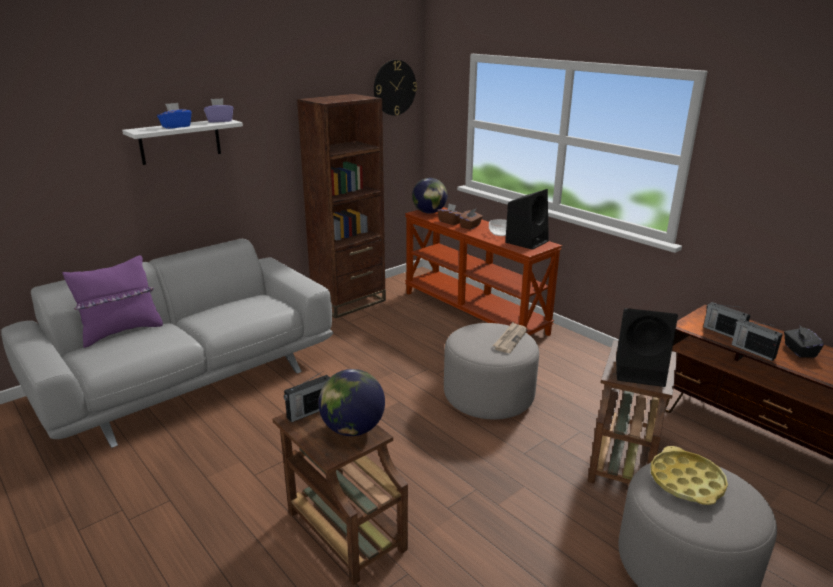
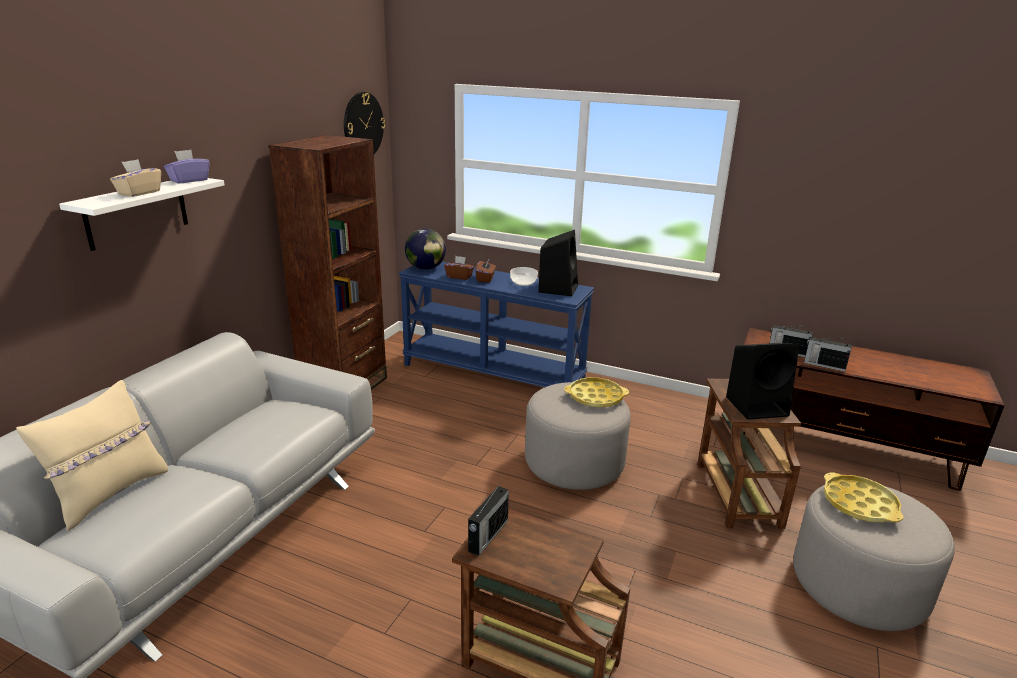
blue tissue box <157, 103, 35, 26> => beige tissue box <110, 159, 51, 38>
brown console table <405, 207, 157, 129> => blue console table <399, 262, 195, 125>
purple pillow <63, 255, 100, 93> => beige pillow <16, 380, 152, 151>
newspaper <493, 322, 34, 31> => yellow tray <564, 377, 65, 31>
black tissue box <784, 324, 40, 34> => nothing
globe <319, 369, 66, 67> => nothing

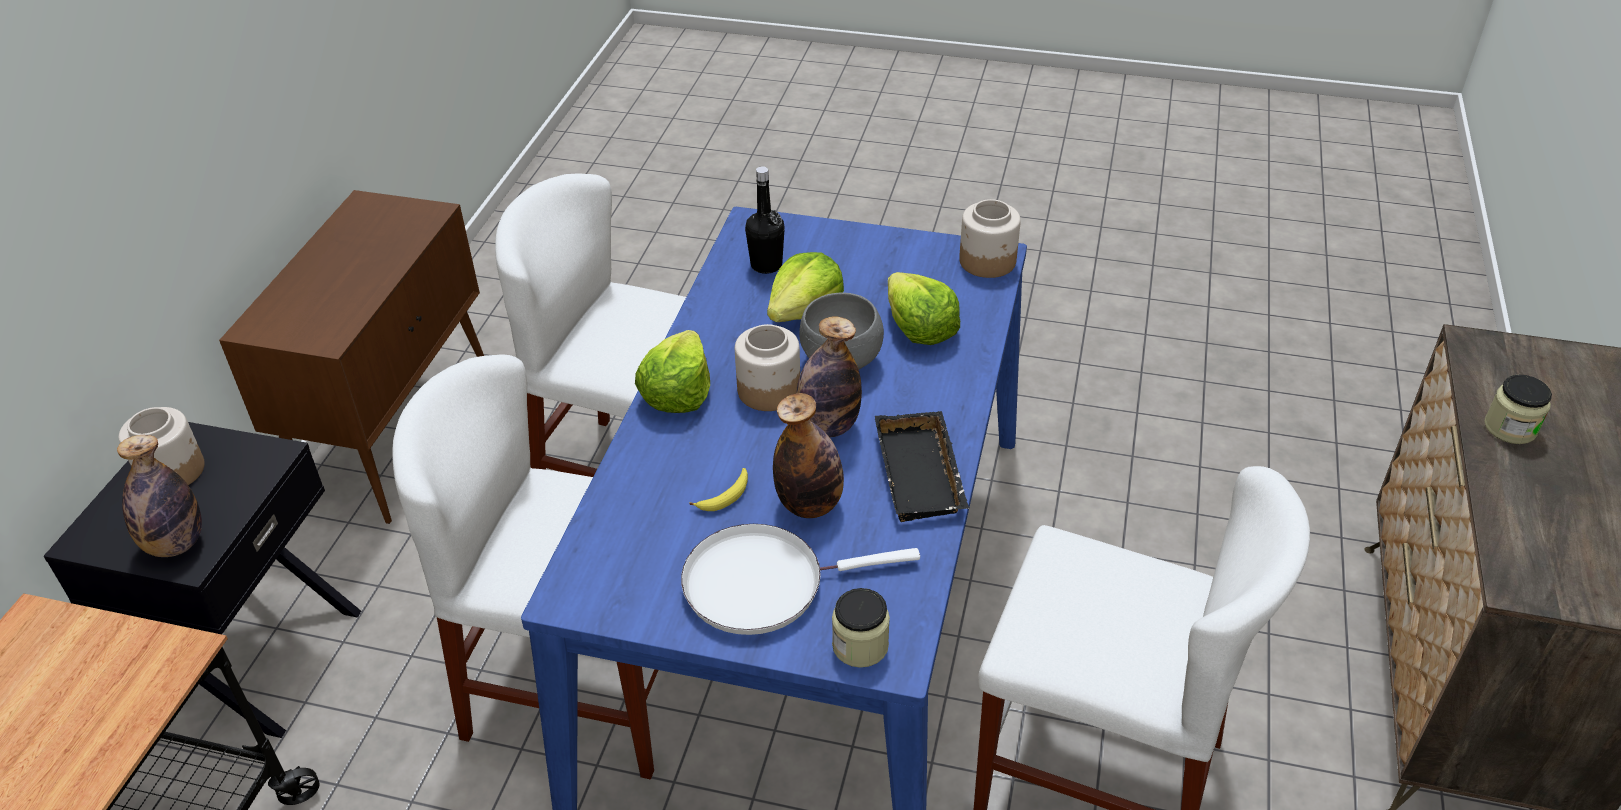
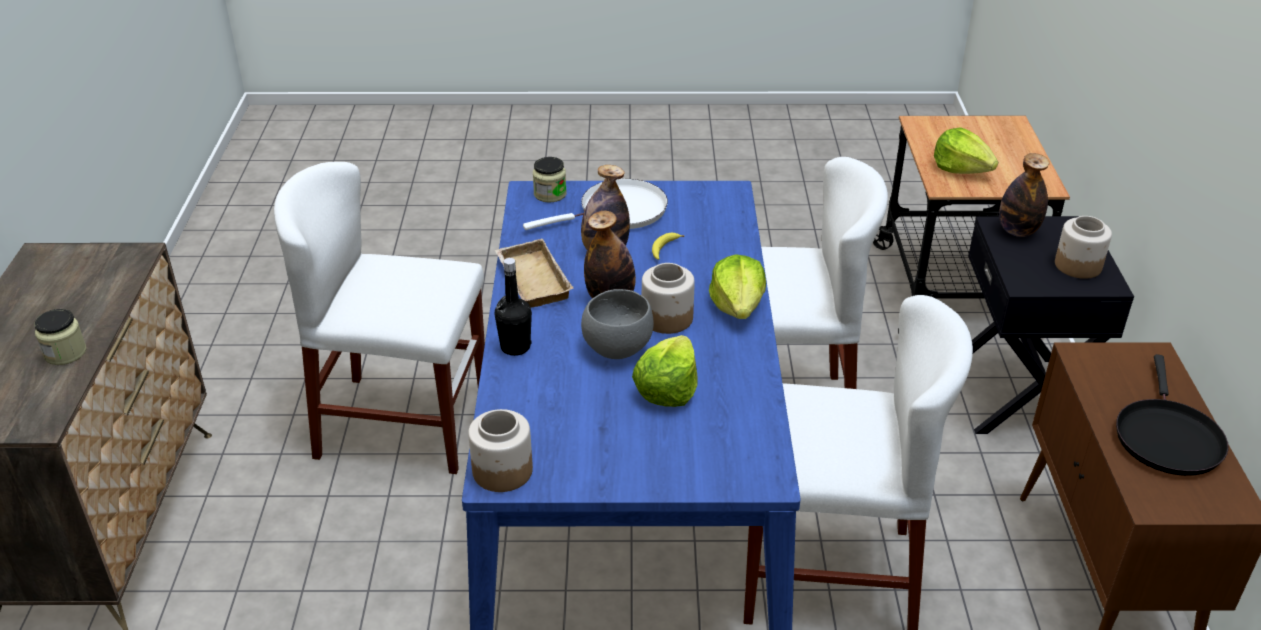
black bottle <745, 166, 40, 108> => black bottle <495, 258, 37, 98>, relocated
lettuce <888, 272, 72, 73> => lettuce <934, 127, 64, 47>, relocated
black tray <875, 411, 94, 111> => beige tray <495, 239, 79, 69>
nothing => black frying pan <1116, 354, 113, 122>

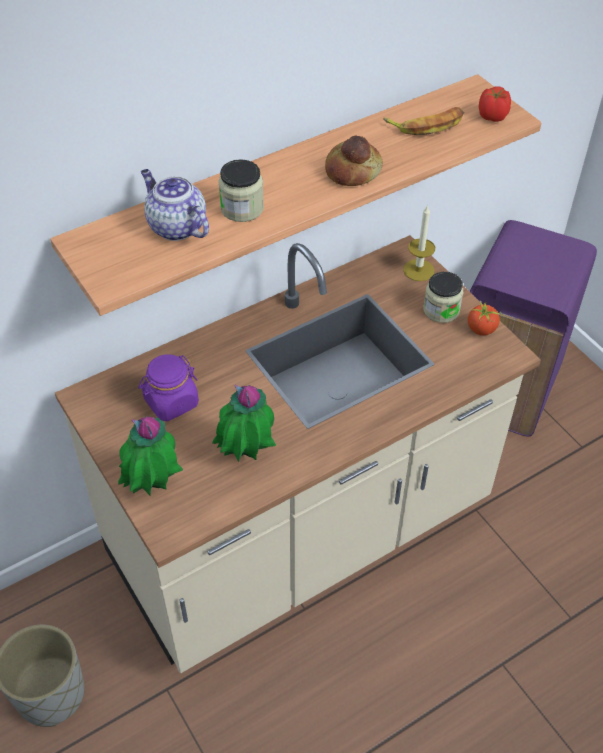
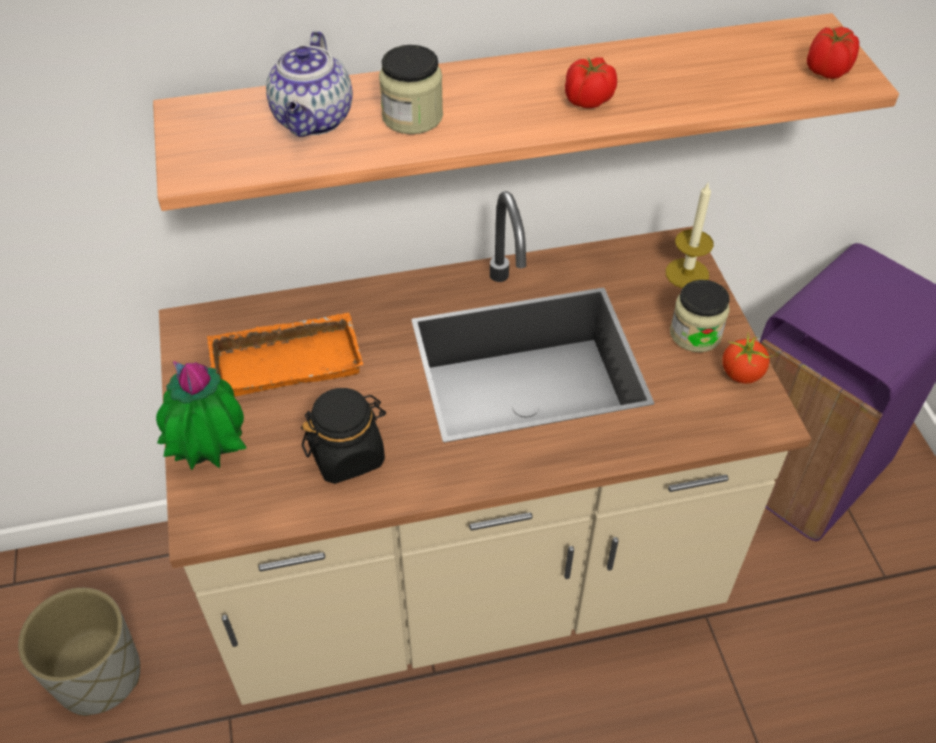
banana <383, 107, 81, 28> => nothing
bread <325, 135, 58, 51> => tomato <565, 57, 52, 51>
teapot <141, 169, 68, 72> => teapot <266, 31, 87, 106>, 150 degrees counterclockwise
purple jar <138, 354, 61, 67> => orange tray <207, 312, 156, 85>
potted plant <212, 385, 64, 77> => black jar <301, 388, 85, 96>

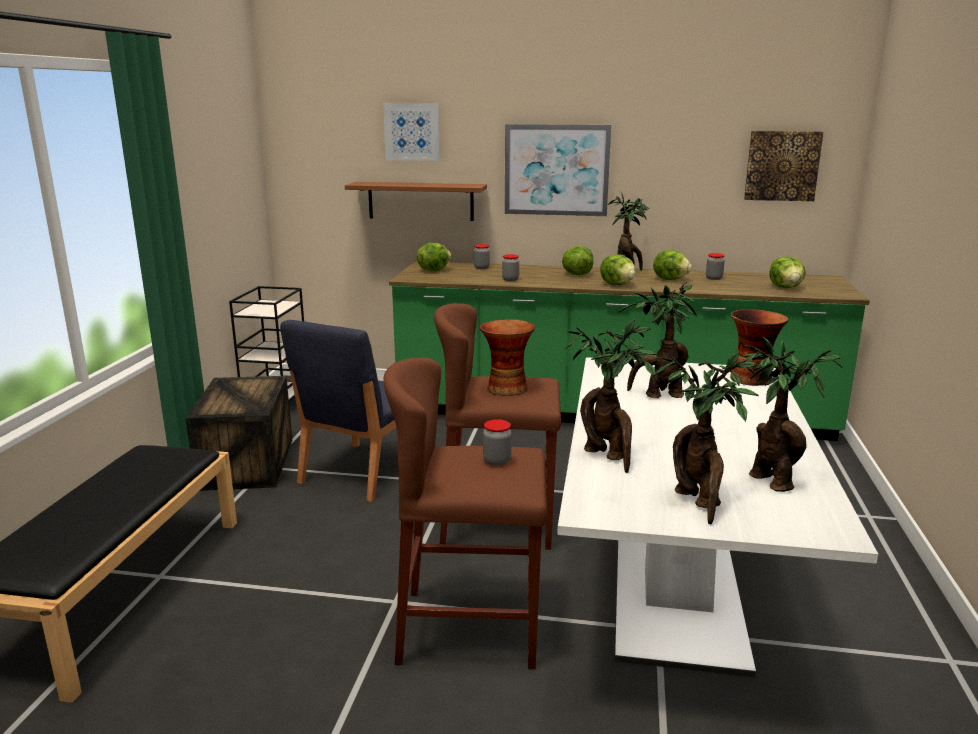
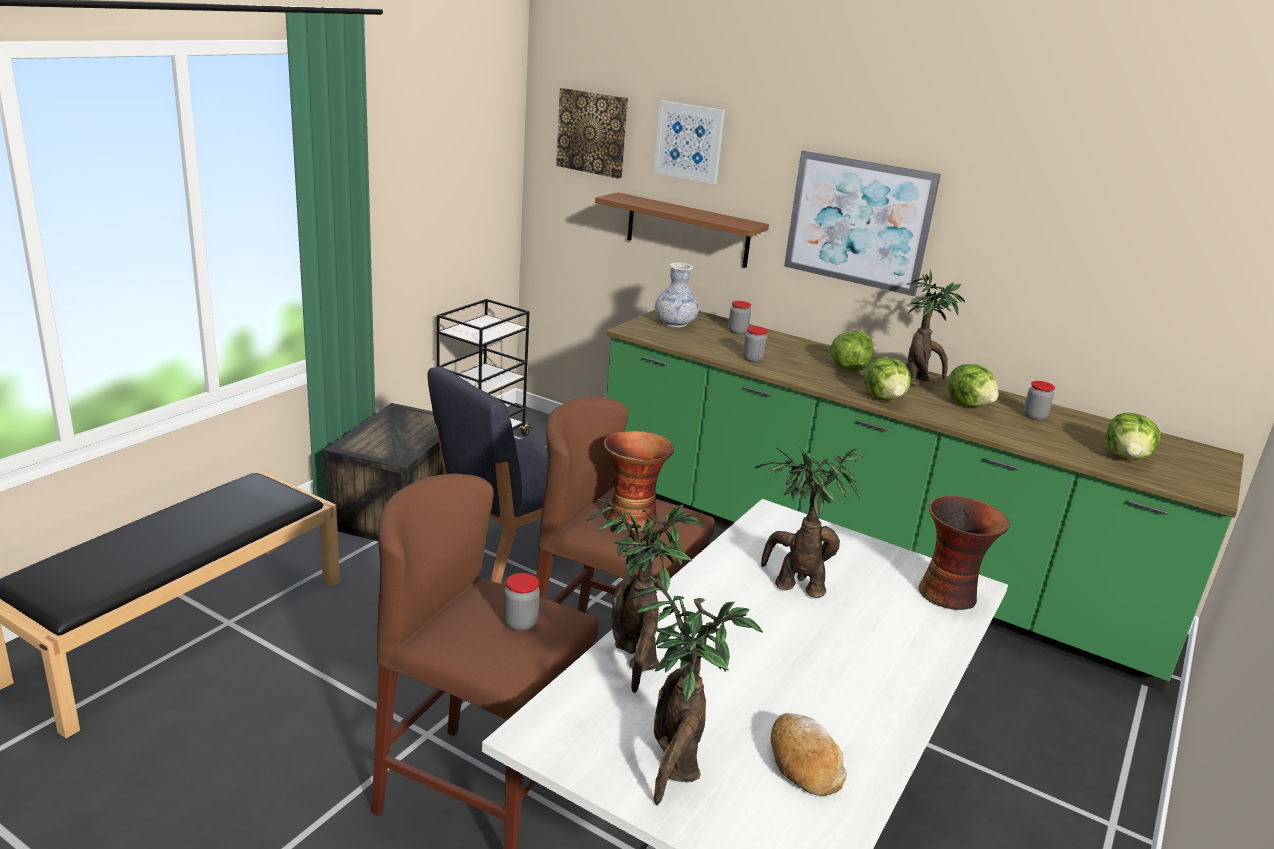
picture <744, 131, 79, 70> => picture <556, 88, 72, 90>, relocated
lettuce <417, 243, 35, 28> => vase <655, 262, 44, 66>
potted plant <742, 337, 101, 155> => bread <771, 713, 76, 83>

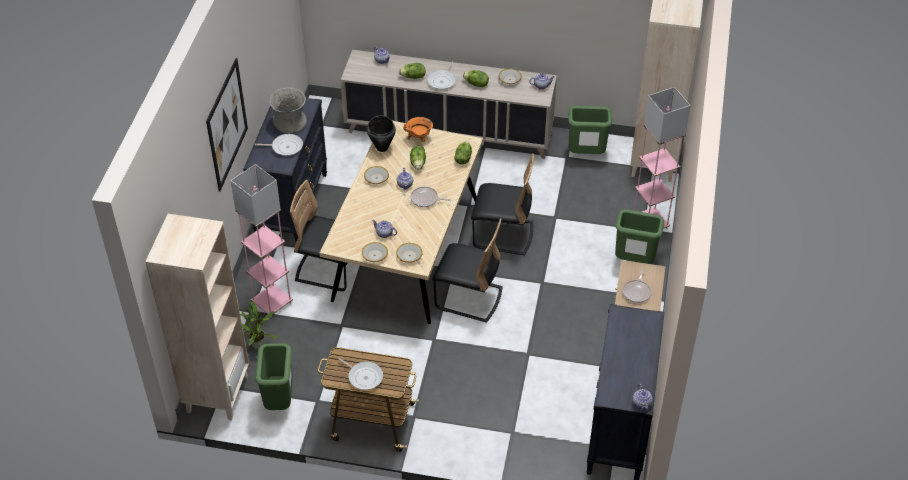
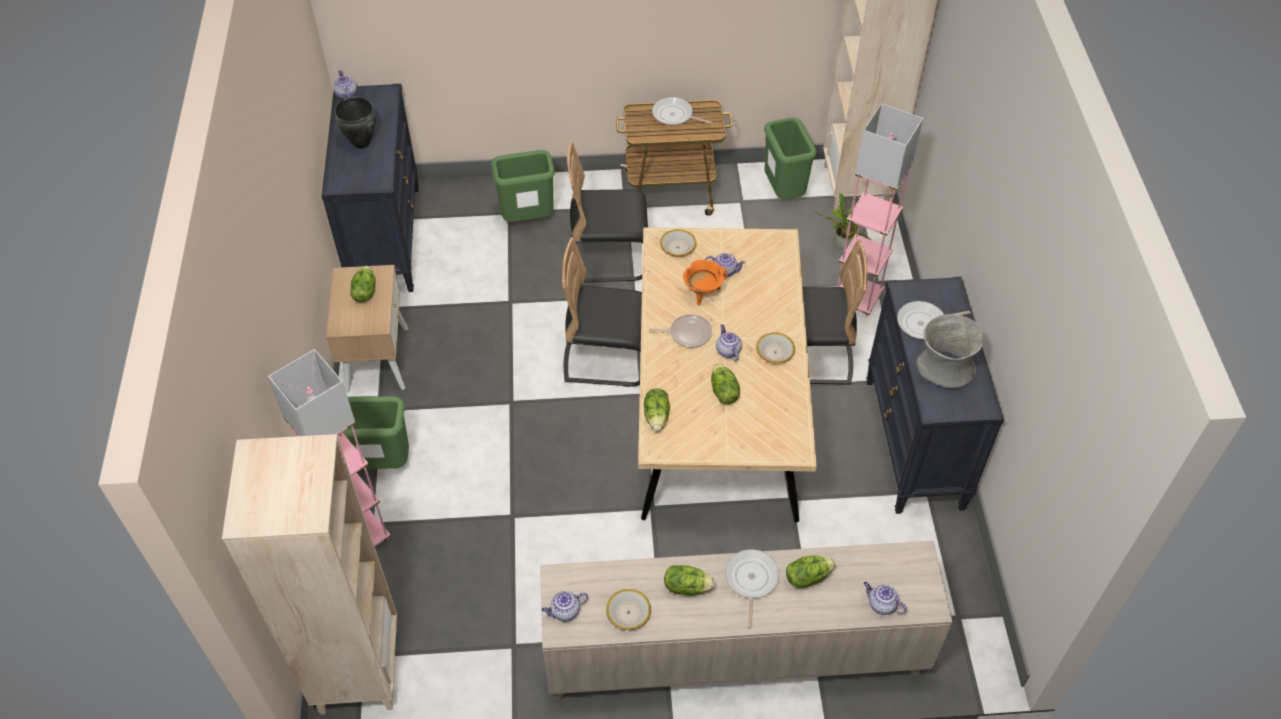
picture <206, 58, 42, 134> => nothing
green trash can <568, 106, 44, 48> => green trash can <491, 150, 64, 72>, relocated
black cooking pot <367, 116, 29, 36> => black cooking pot <334, 96, 43, 53>, relocated
orange cooking pot <403, 117, 30, 25> => orange cooking pot <683, 260, 45, 46>, relocated
black chair <471, 153, 63, 103> => black chair <567, 141, 81, 142>, relocated
bowl <362, 242, 26, 20> => nothing
frying pan <622, 269, 29, 34> => lettuce <350, 266, 26, 36>

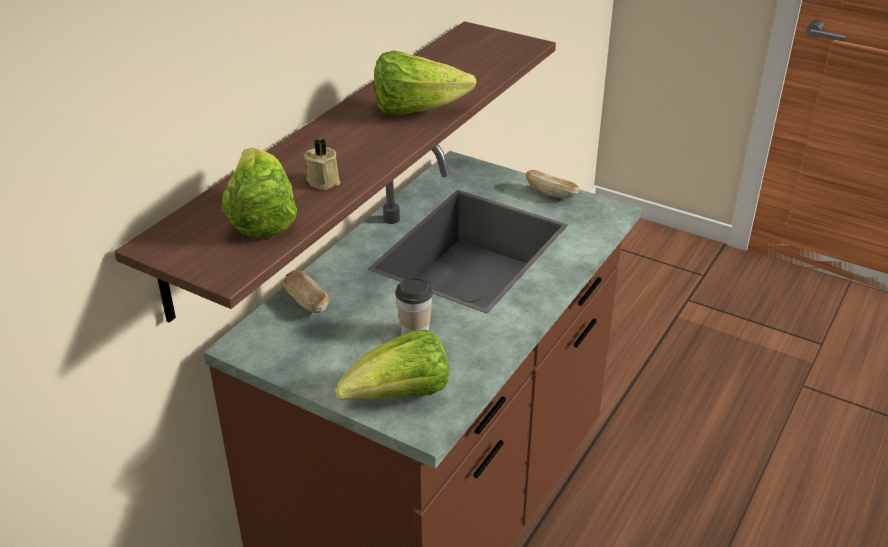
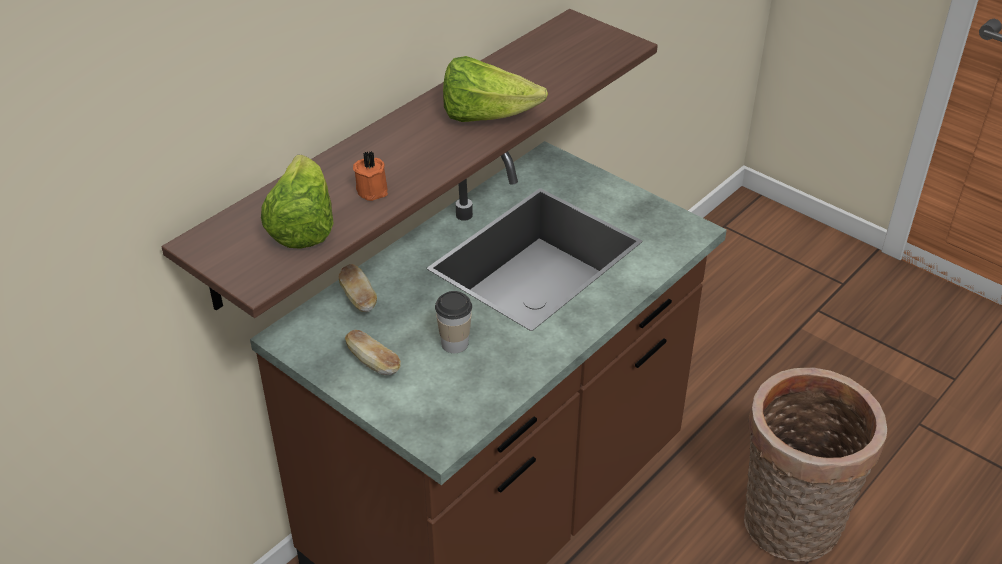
beige candle <304, 138, 36, 52> => orange candle <353, 151, 35, 50>
bread <525, 170, 54, 28> => bread <345, 330, 56, 45>, relocated
lettuce <335, 330, 115, 70> => nothing
nothing => basket <744, 368, 143, 194>

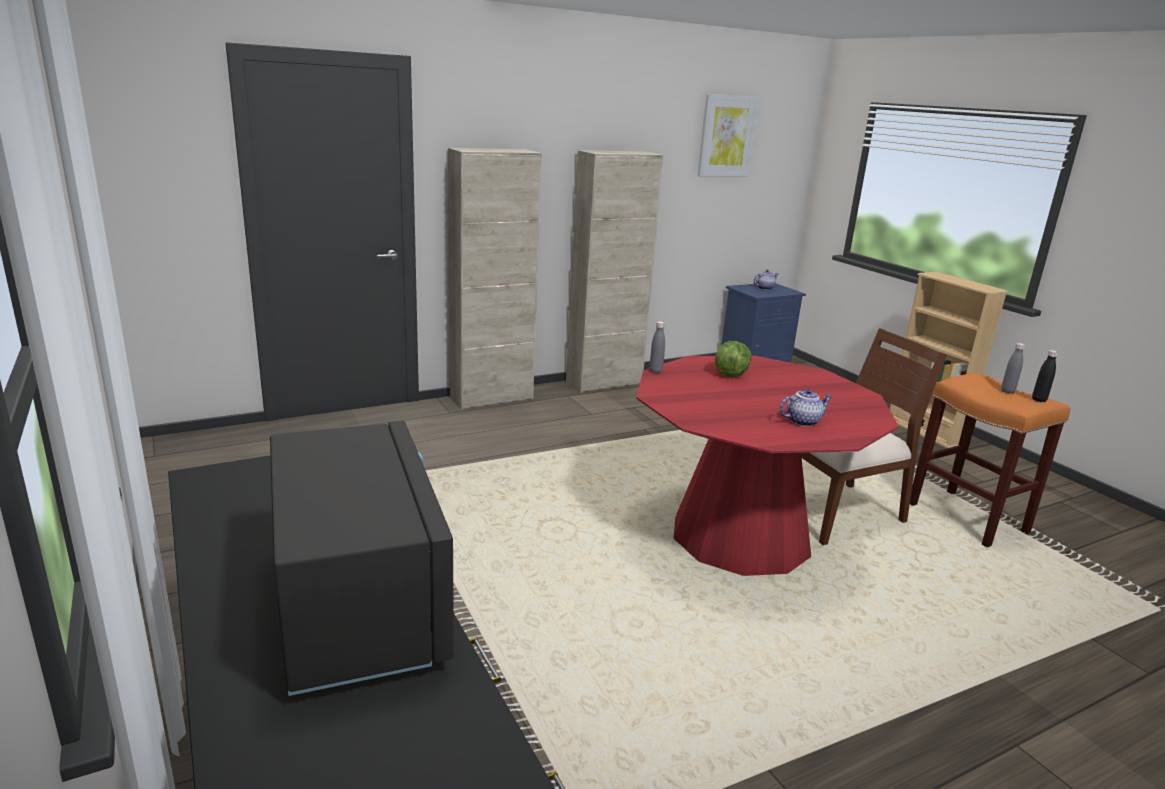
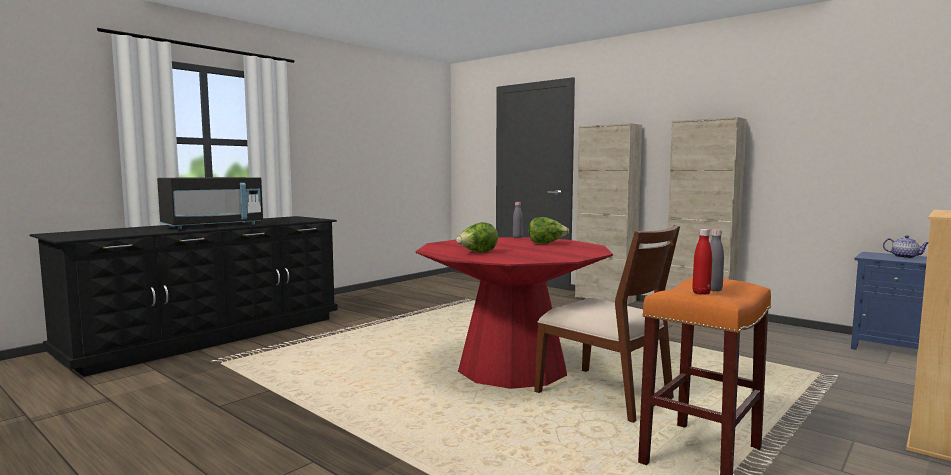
picture <698, 94, 61, 82> => nothing
black bottle <1032, 350, 26, 52> => red bottle <692, 229, 20, 66>
teapot <779, 389, 54, 37> => lettuce <456, 222, 42, 31>

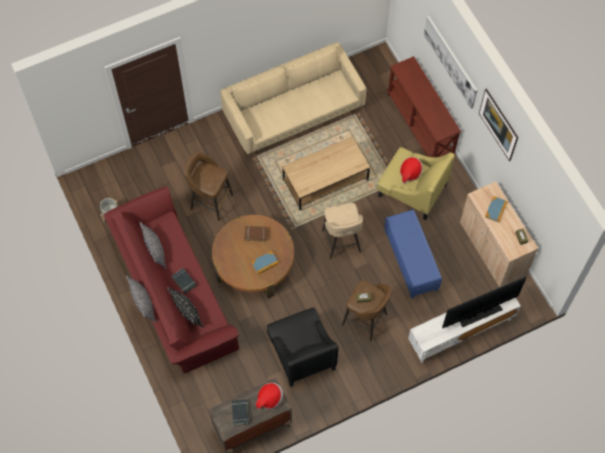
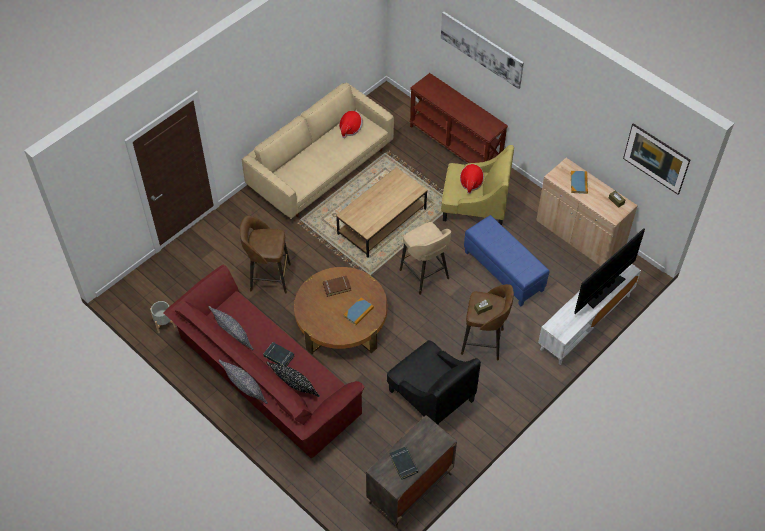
picture <479, 89, 39, 72> => picture <623, 123, 67, 72>, relocated
hat <256, 382, 27, 27> => hat <339, 111, 24, 27>, relocated

